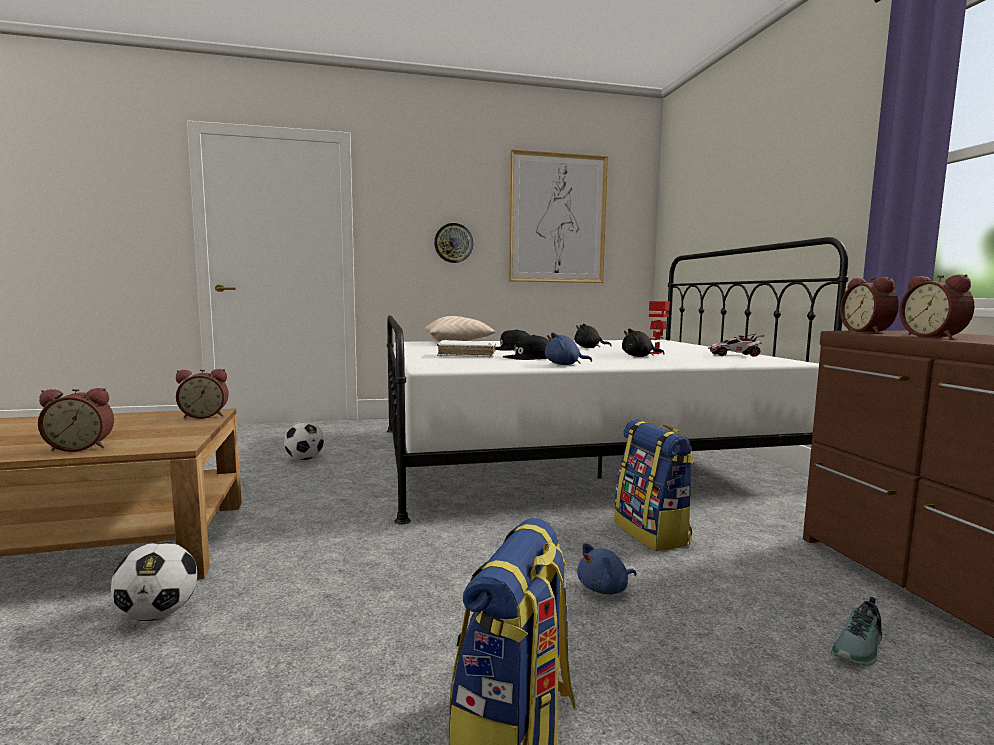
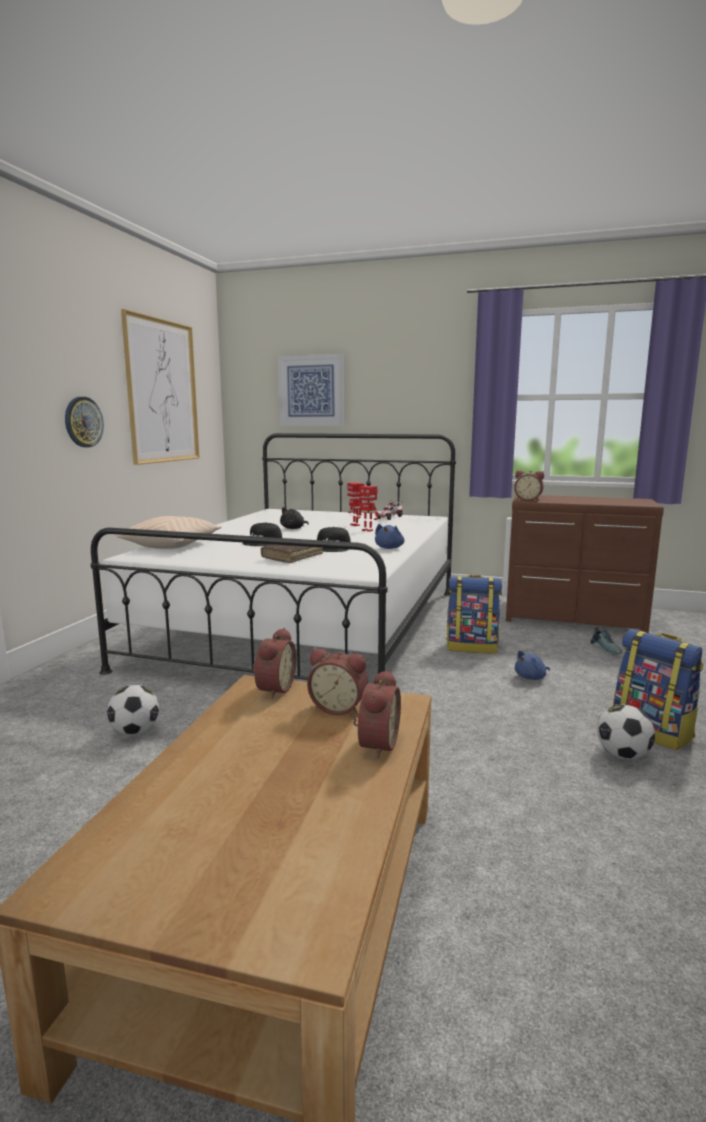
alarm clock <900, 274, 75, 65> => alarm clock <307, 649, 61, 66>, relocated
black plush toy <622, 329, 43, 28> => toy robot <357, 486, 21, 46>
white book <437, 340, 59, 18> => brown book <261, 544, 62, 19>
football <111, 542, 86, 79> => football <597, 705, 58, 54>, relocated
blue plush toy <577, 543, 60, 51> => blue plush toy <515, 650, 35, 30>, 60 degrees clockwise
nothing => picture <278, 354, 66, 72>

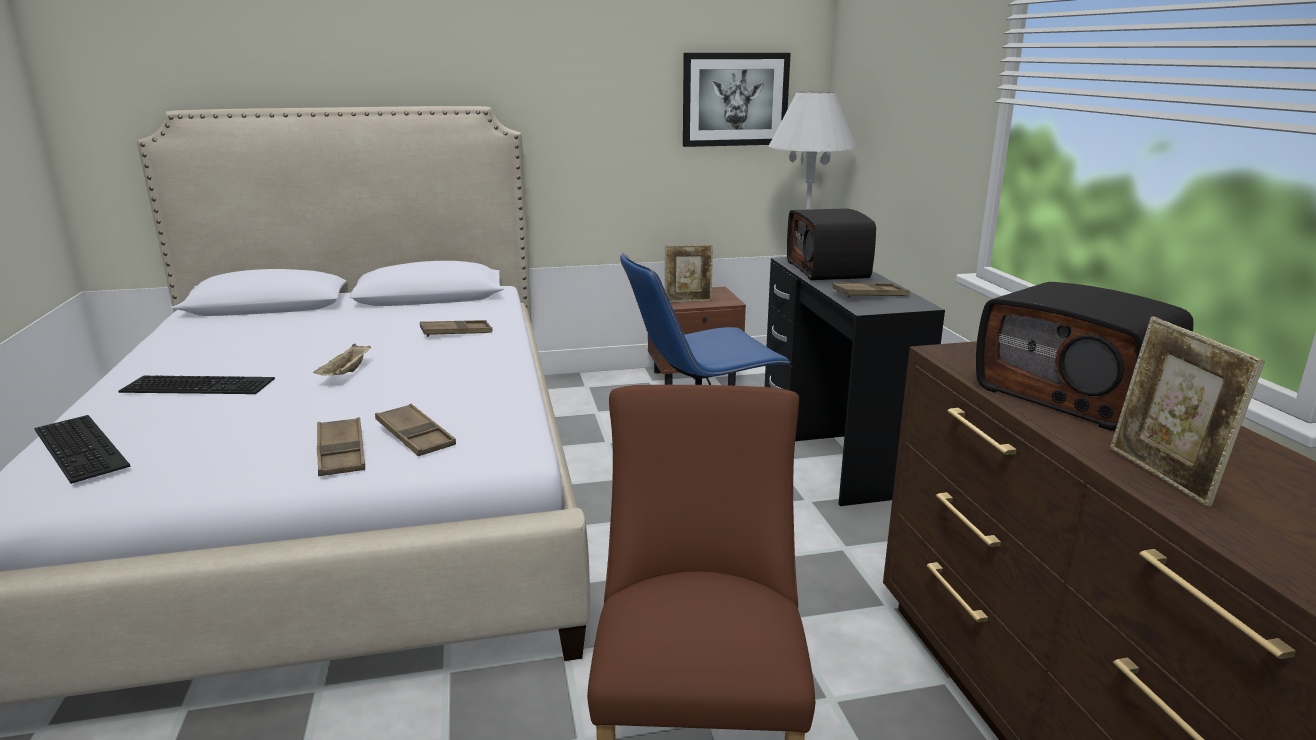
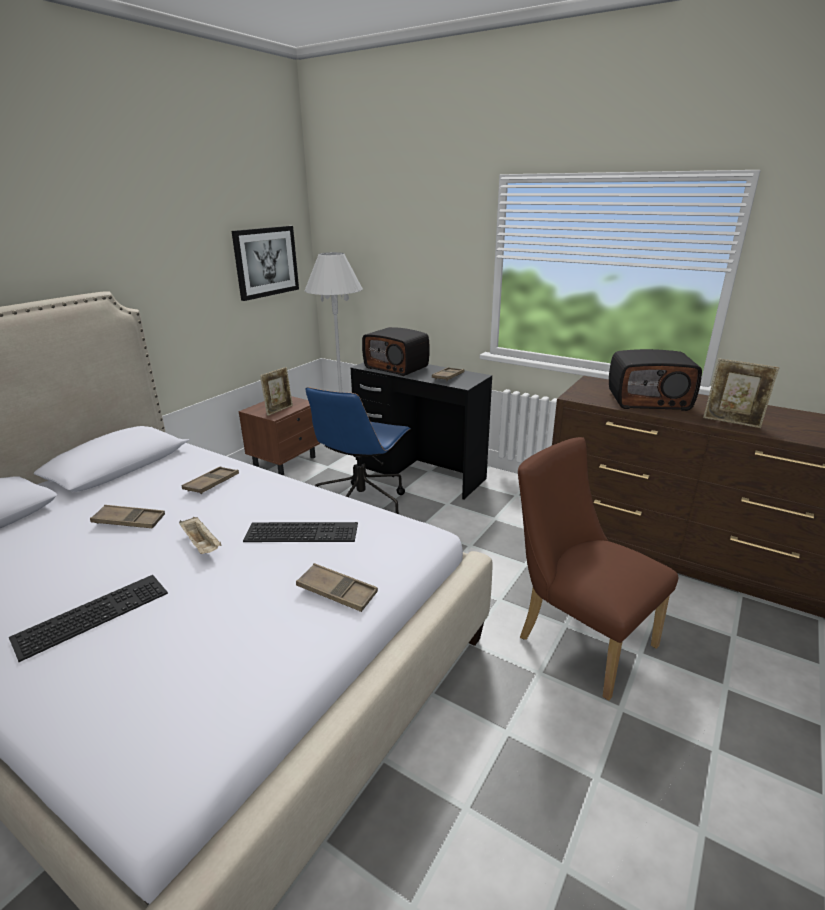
brown tray <375, 404, 81, 52> => brown tray <90, 505, 75, 23>, relocated
keyboard <34, 415, 97, 69> => keyboard <243, 522, 115, 20>, relocated

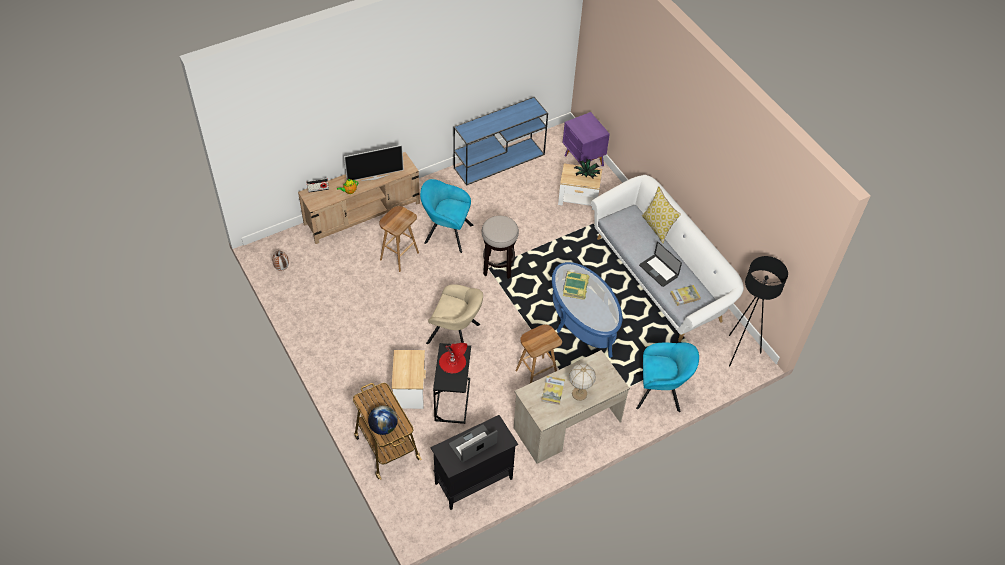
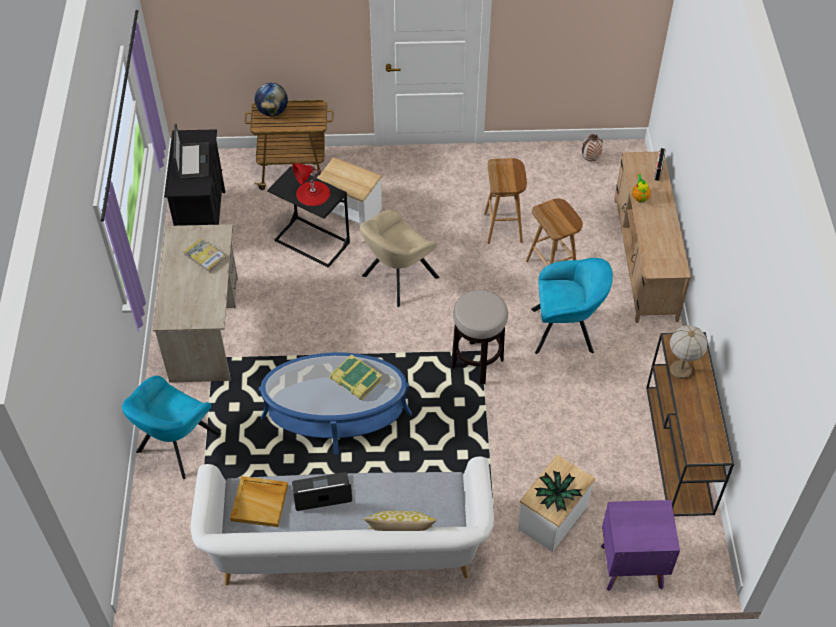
blue console table <453, 97, 95, 89> => brown console table <646, 332, 88, 184>
television <344, 145, 60, 36> => nothing
turquoise armchair <420, 179, 53, 74> => turquoise armchair <531, 258, 82, 96>, 45 degrees clockwise
black floor lamp <729, 256, 59, 111> => nothing
book <670, 285, 31, 21> => beige tray <230, 476, 58, 51>
brown stool <516, 325, 46, 58> => brown stool <484, 158, 43, 86>, relocated
table lamp <569, 364, 27, 37> => table lamp <670, 325, 38, 54>, relocated

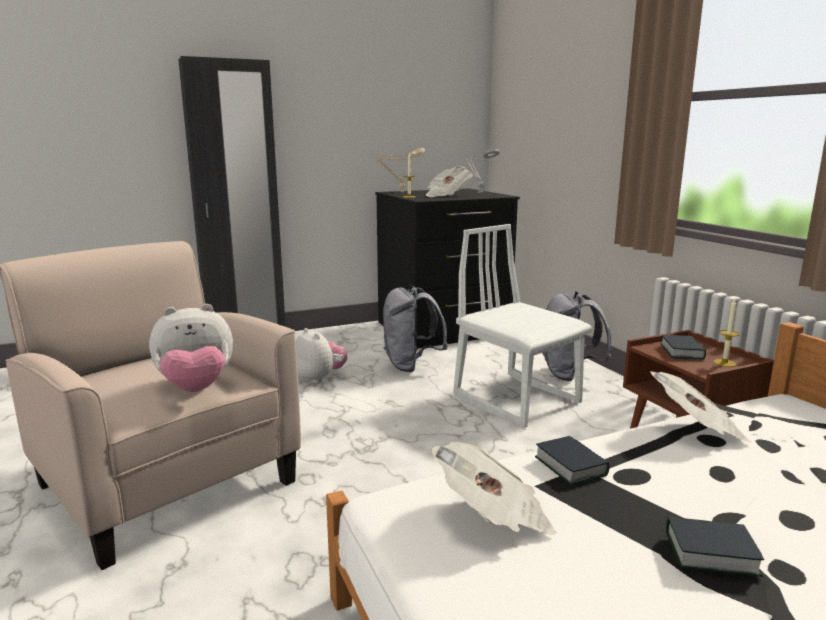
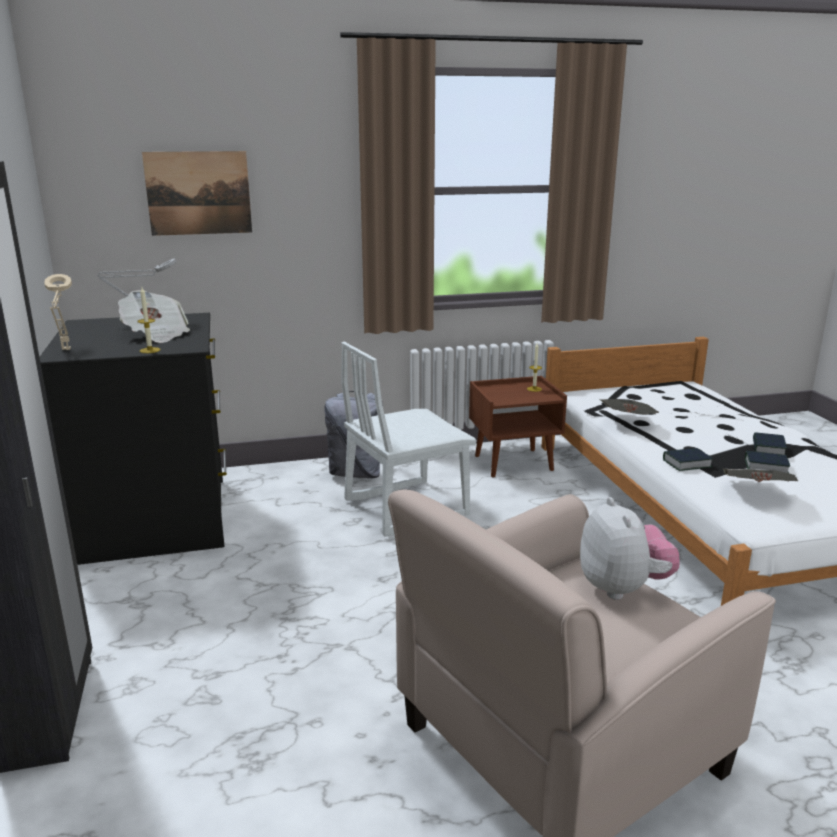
grey backpack <383, 286, 65, 86> => nothing
plush toy <295, 328, 52, 56> => nothing
book <660, 335, 46, 25> => book <745, 451, 45, 22>, relocated
nothing => picture <142, 151, 110, 85>

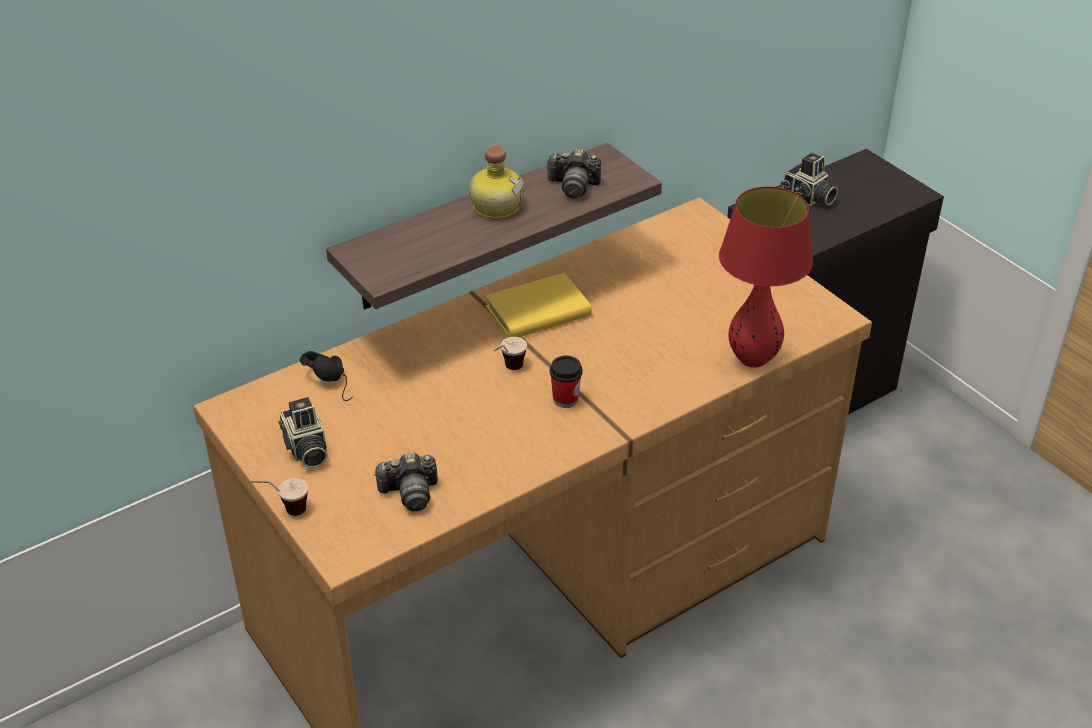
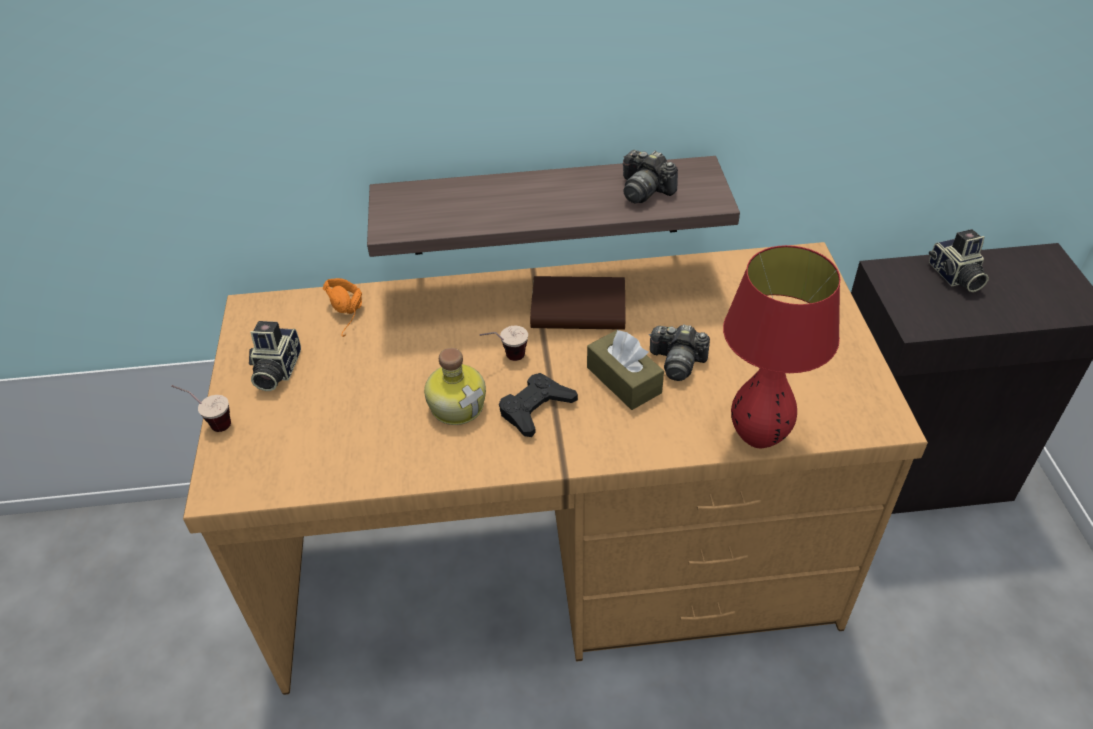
bottle <469, 146, 55, 73> => bottle <424, 348, 62, 77>, relocated
yellow book <485, 272, 107, 65> => brown book <530, 276, 96, 53>
black headphones <300, 351, 52, 50> => orange headphones <323, 278, 39, 59>
cup <550, 355, 33, 53> => black game controller <499, 373, 79, 64>
photo camera <374, 452, 64, 59> => photo camera <649, 324, 61, 57>, relocated
nothing => brown tissue box <587, 330, 77, 80>

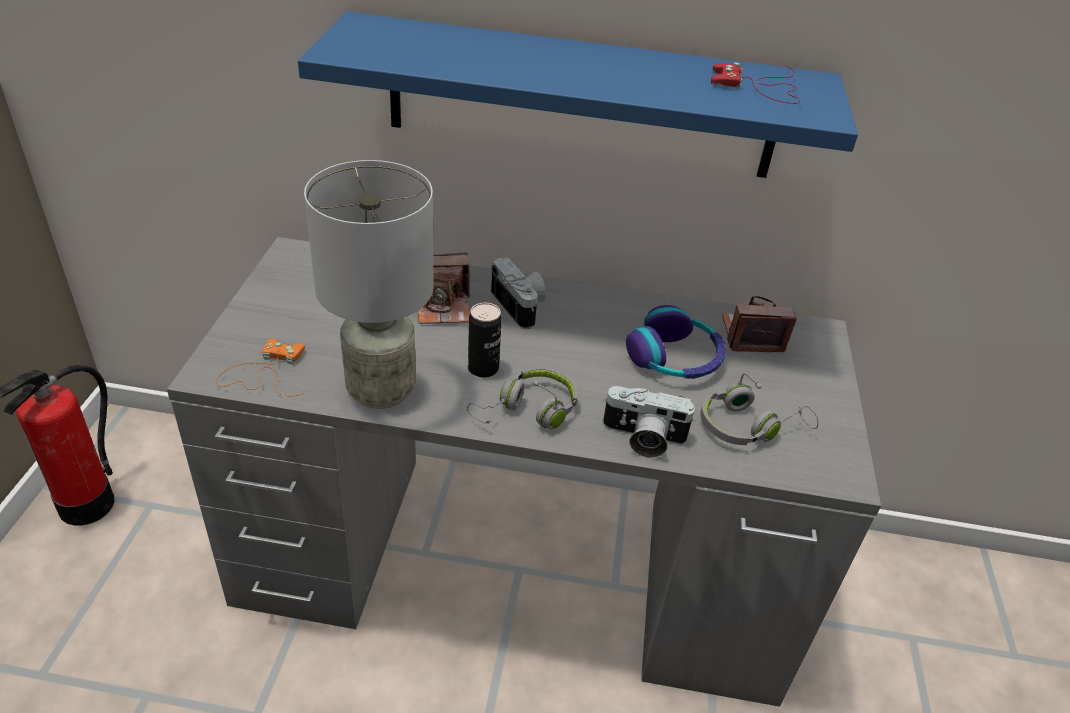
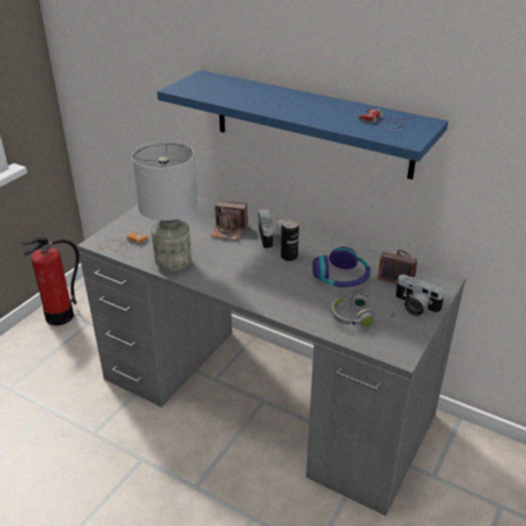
can <468, 303, 34, 74> => can <281, 220, 18, 41>, relocated
grey headphones <467, 367, 111, 62> => nothing
photo camera <603, 386, 92, 72> => photo camera <396, 275, 49, 41>, relocated

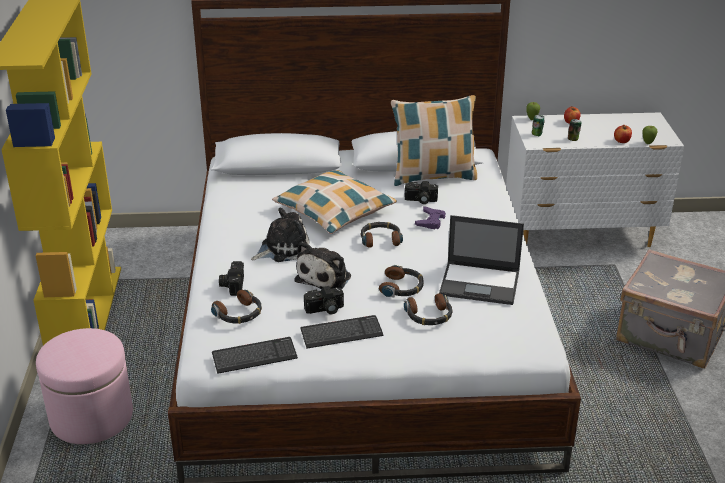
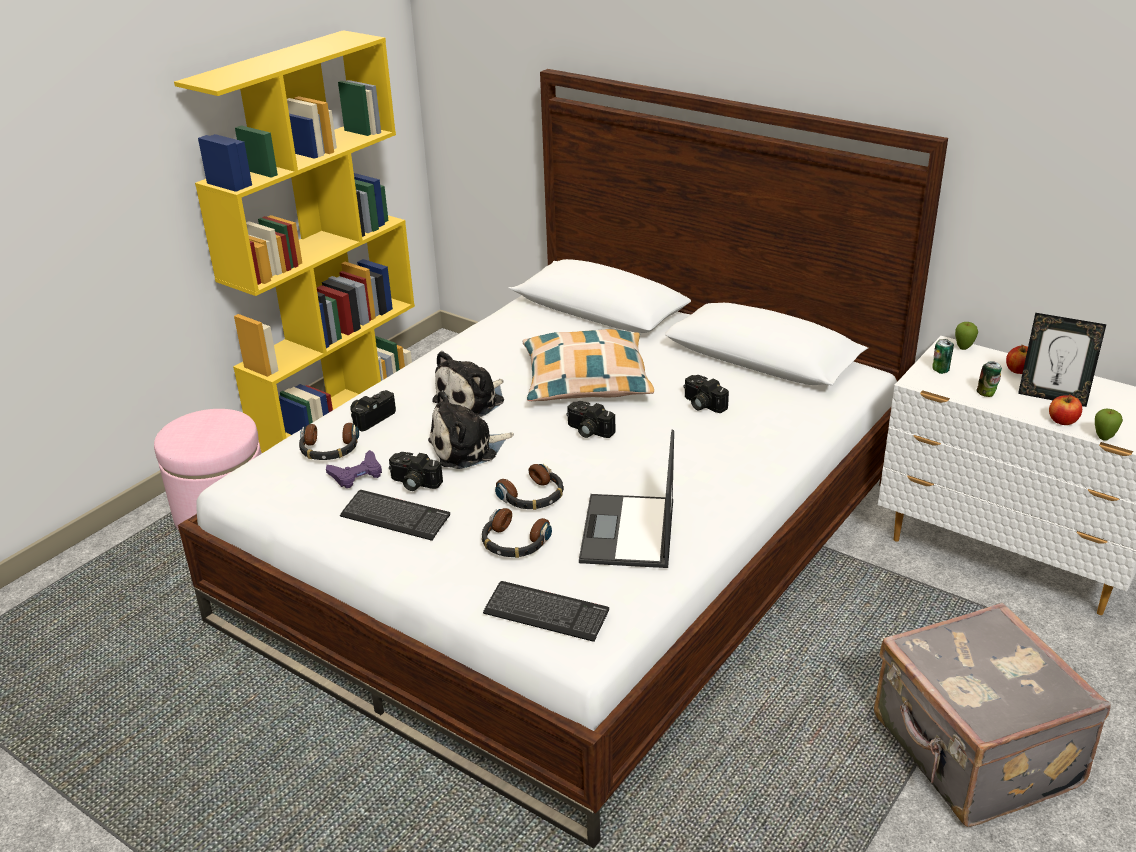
pillow <391, 95, 86, 91> => nothing
purple game controller <415, 206, 31, 23> => purple game controller <326, 450, 56, 38>, relocated
plush toy <251, 207, 58, 55> => plush toy <432, 351, 72, 66>, 120 degrees clockwise
laptop <439, 215, 85, 90> => laptop <579, 429, 95, 139>, 45 degrees clockwise
headphones <361, 222, 42, 26> => photo camera <567, 401, 48, 37>
keyboard <212, 337, 86, 37> => keyboard <483, 581, 126, 61>, relocated
nothing => picture frame <1018, 313, 88, 94>

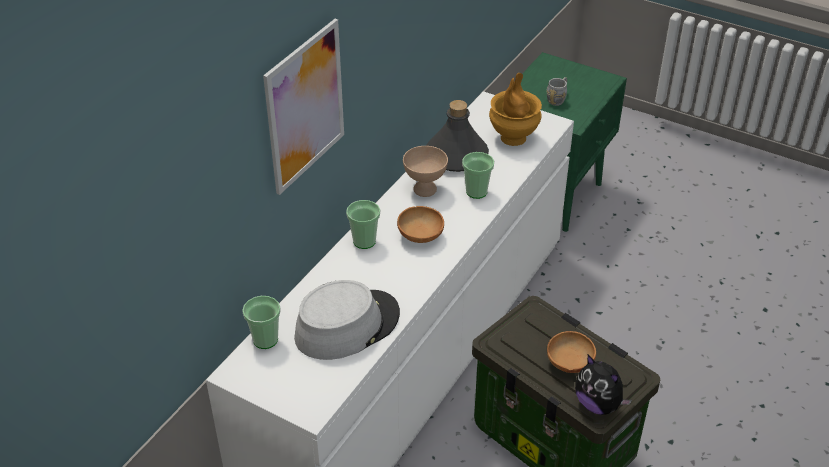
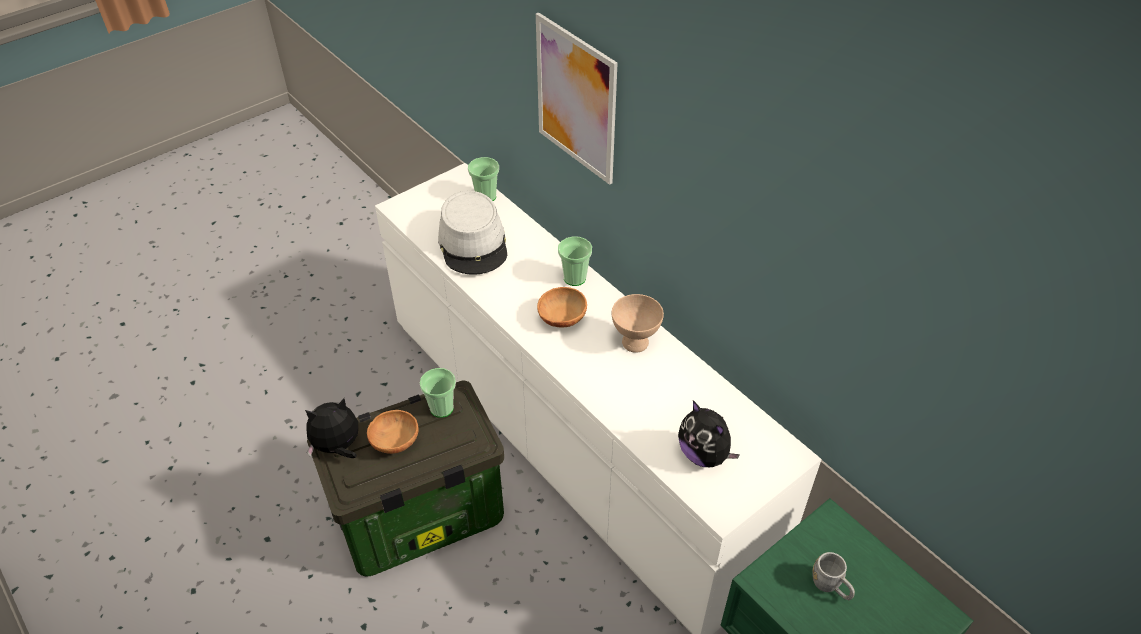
brown vase <489, 73, 53, 73> => plush toy <678, 400, 62, 67>
grey bottle <426, 100, 63, 72> => nothing
cup <462, 152, 32, 47> => cup <420, 368, 36, 50>, relocated

